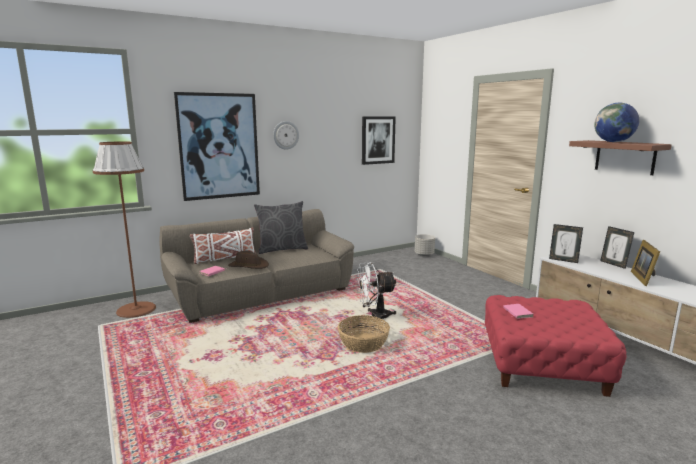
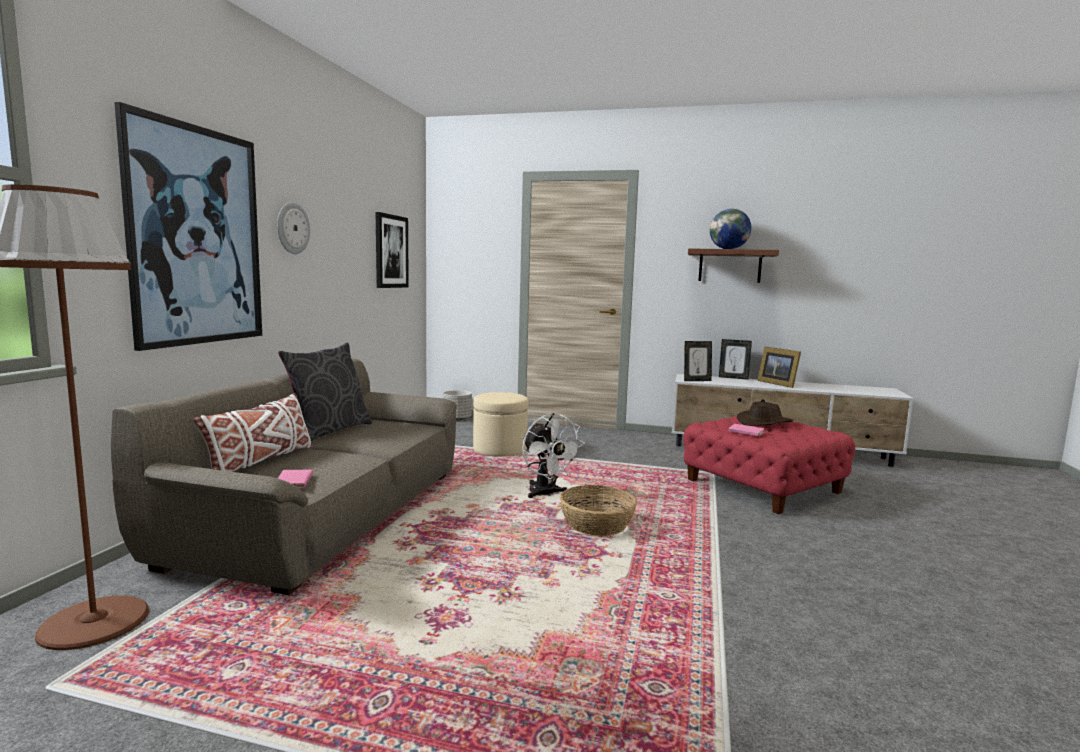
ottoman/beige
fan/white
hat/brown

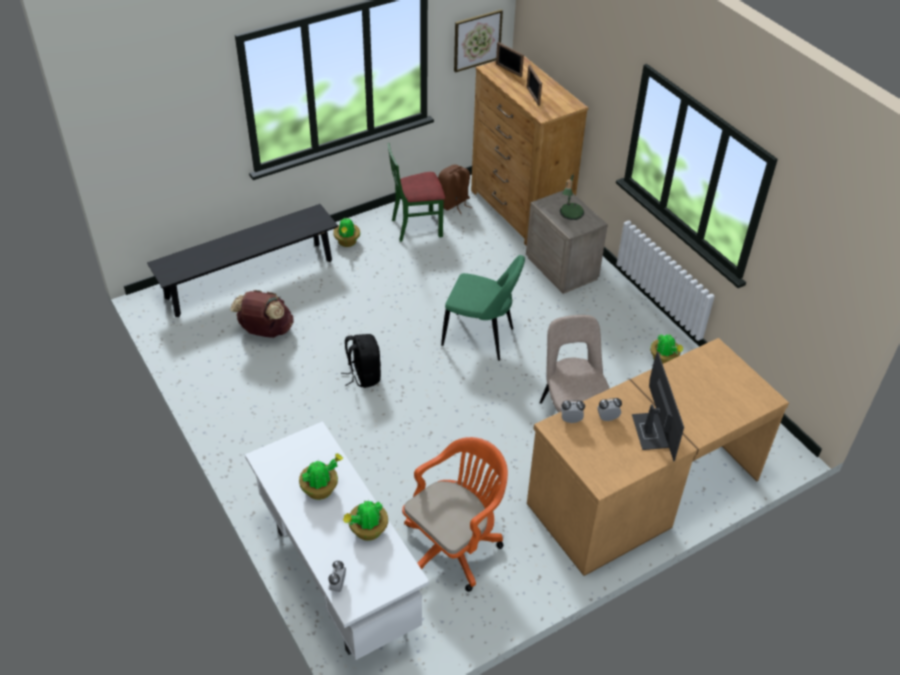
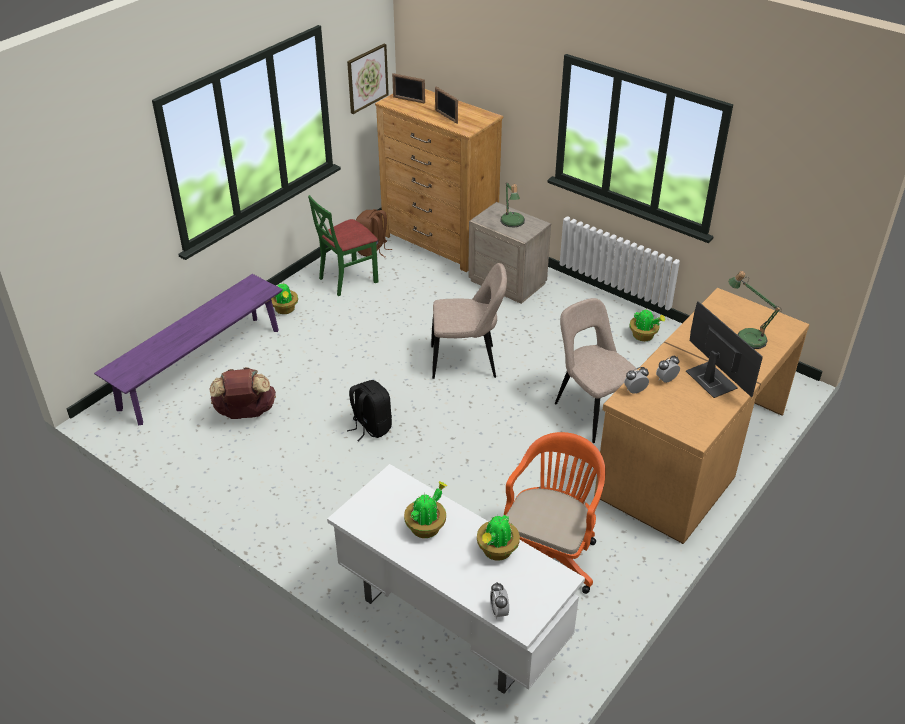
bench/purple
chair/beige (no. 1 from left)
table lamp (no. 2 from left)

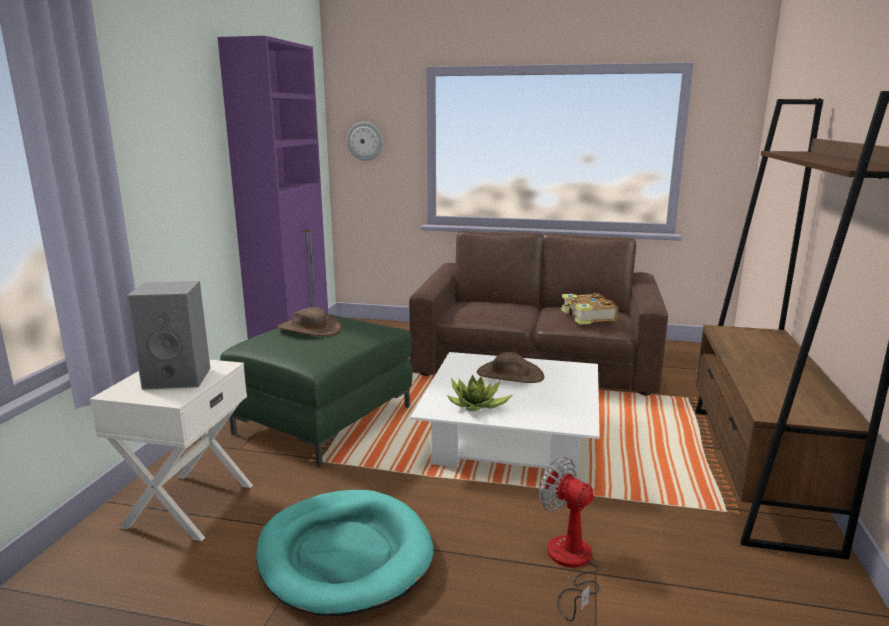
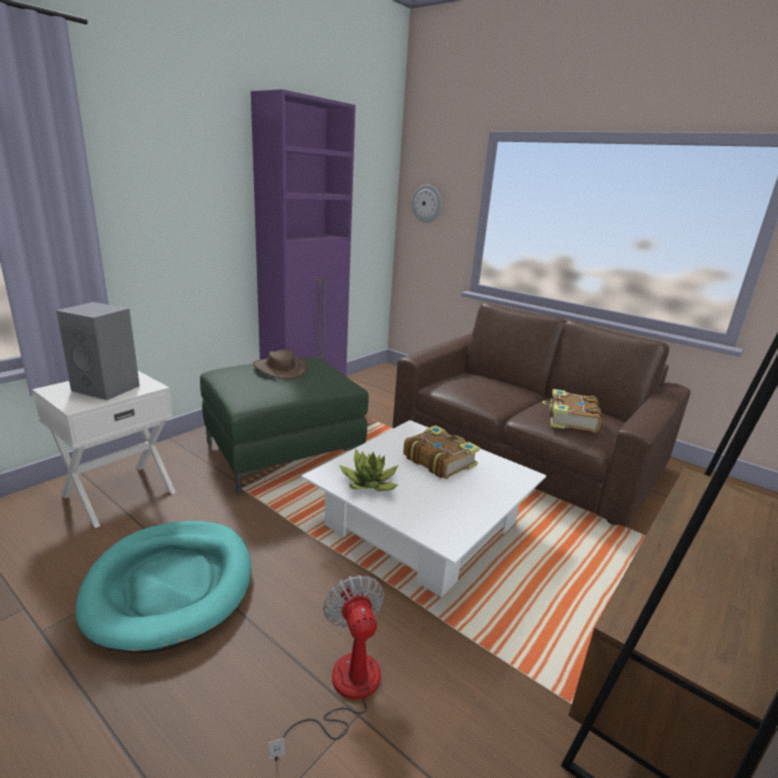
book (no. 1 from left)

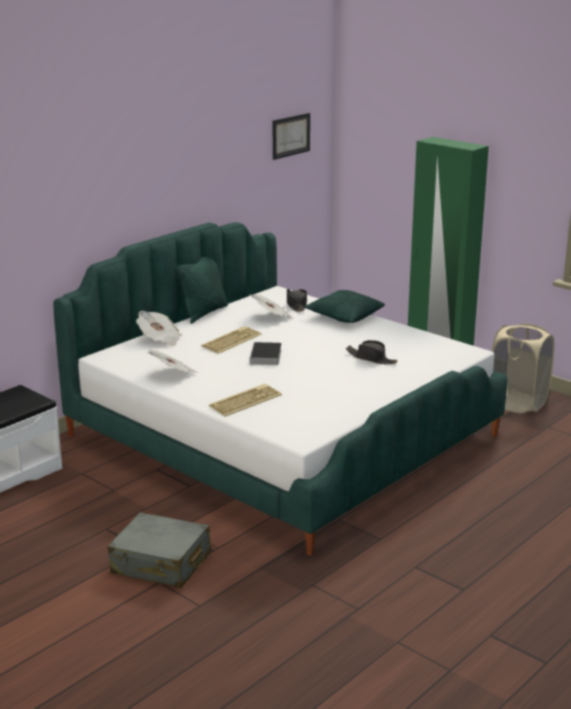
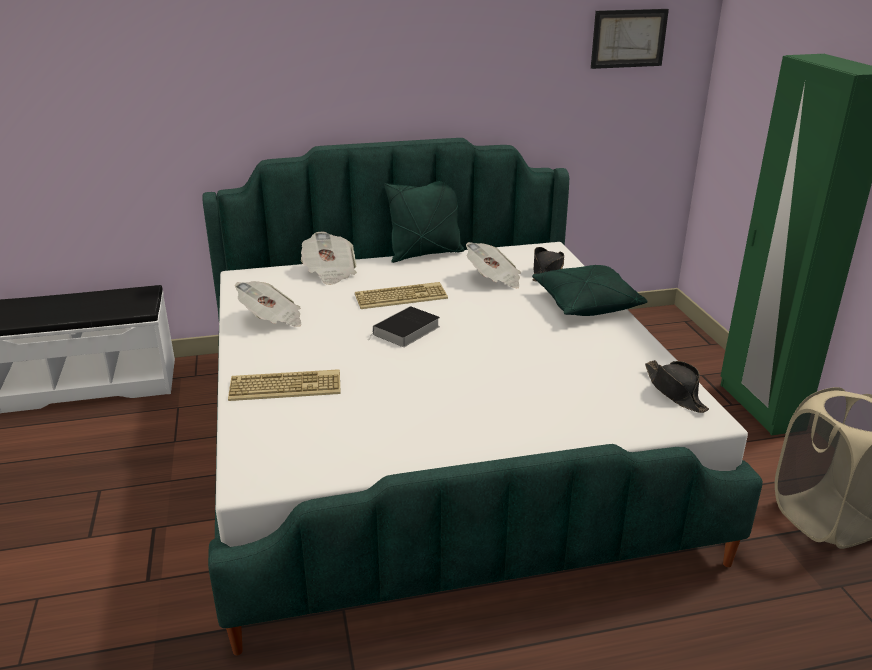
hat/black (no. 2 from left)
suitcase/grey

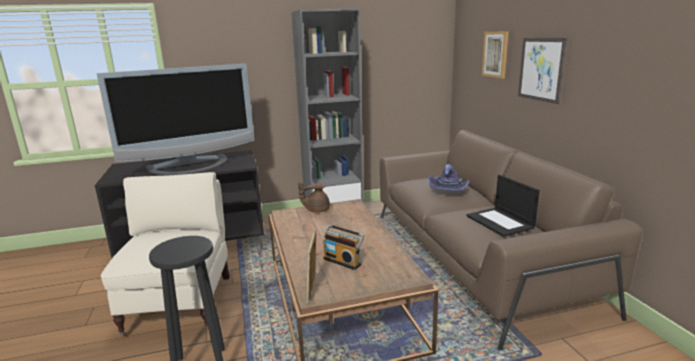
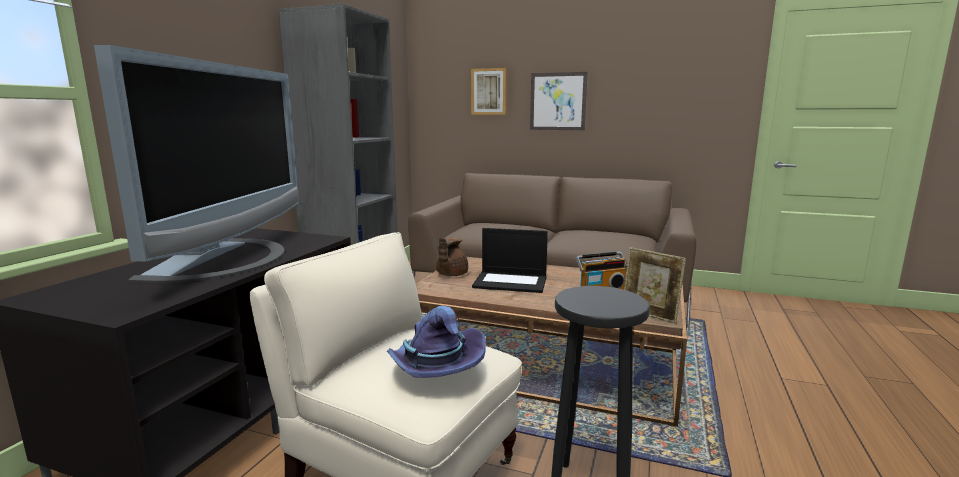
hat/purple
laptop

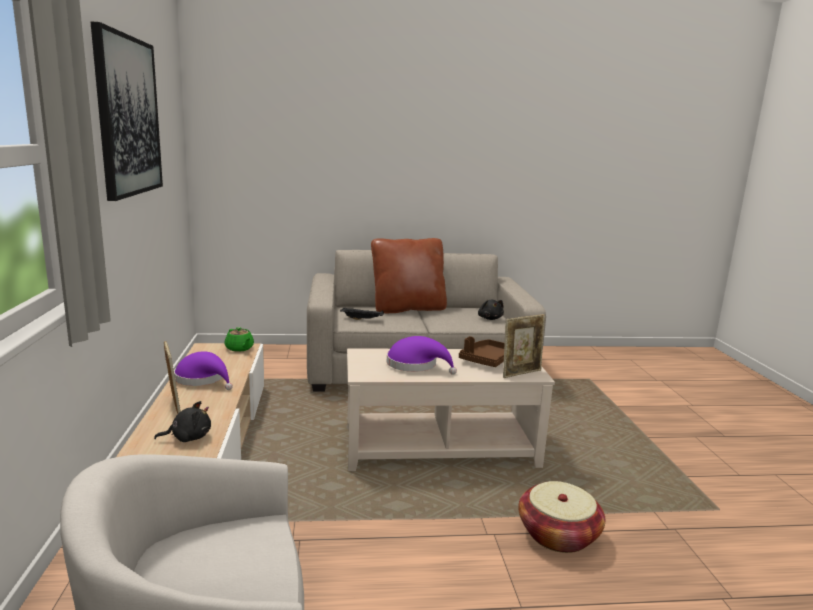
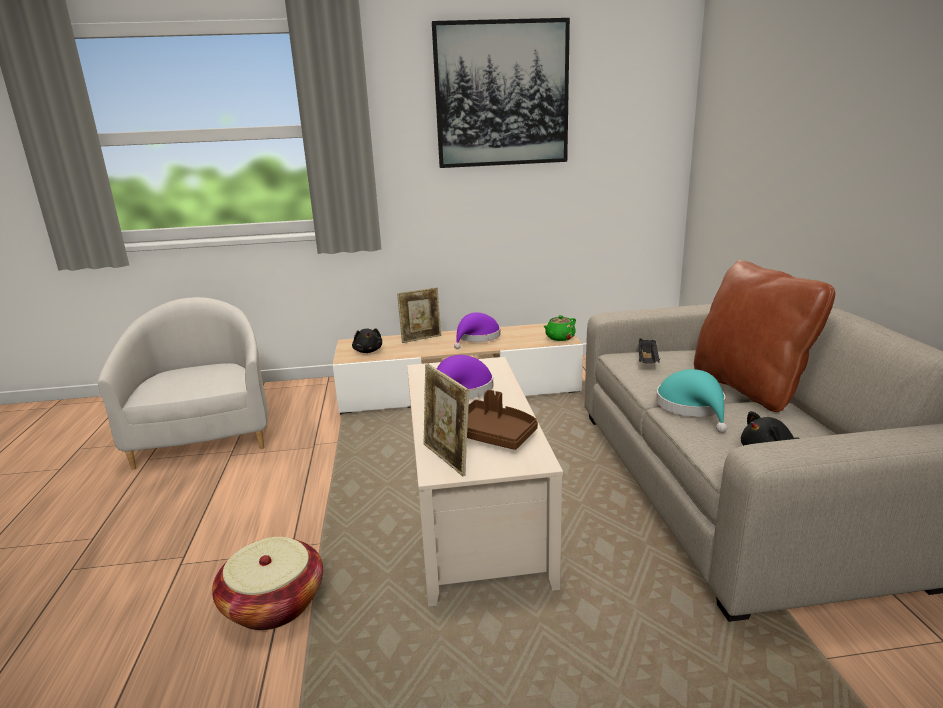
hat/turquoise

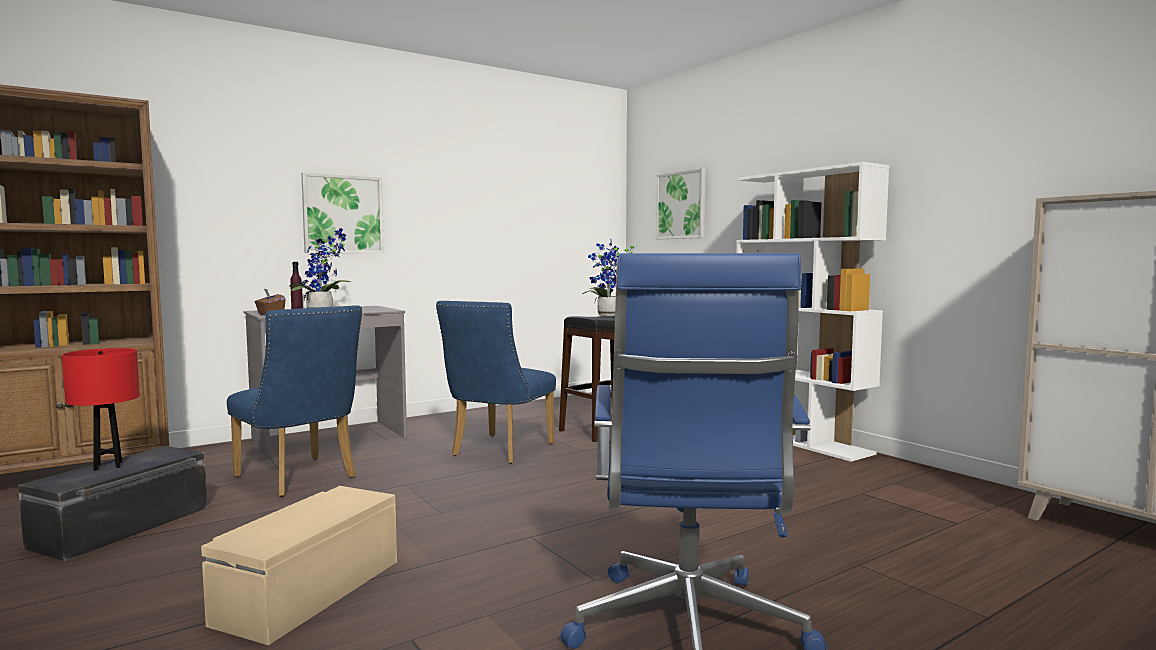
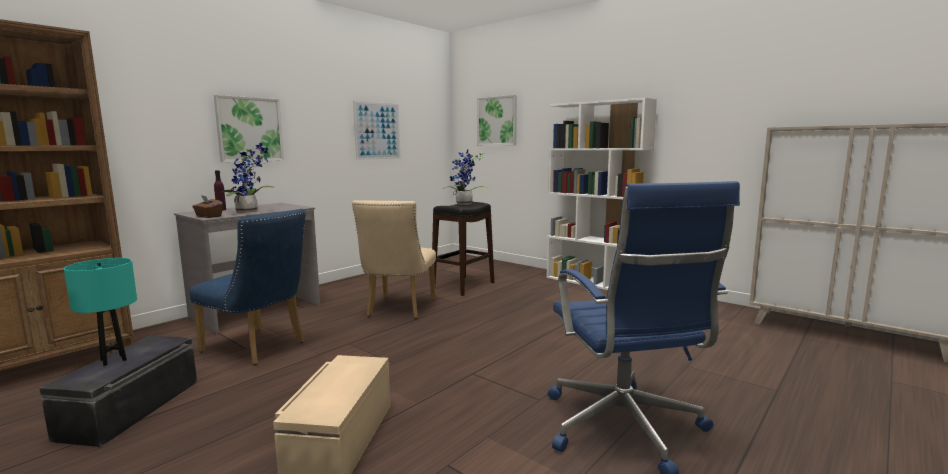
table lamp/turquoise
chair/beige
picture (no. 2 from left)

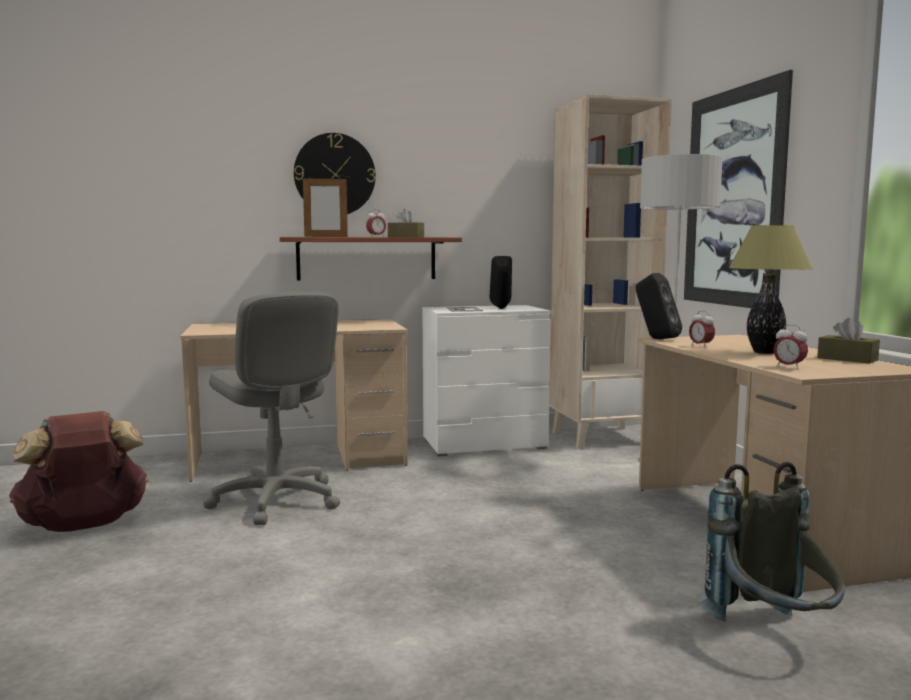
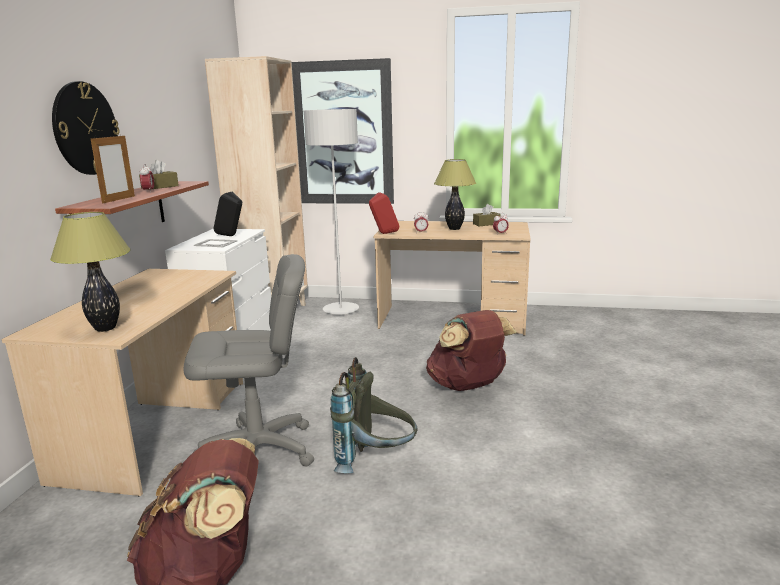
table lamp (no. 1 from left)
backpack/grey
speaker/red
backpack/brown (no. 2 from left)

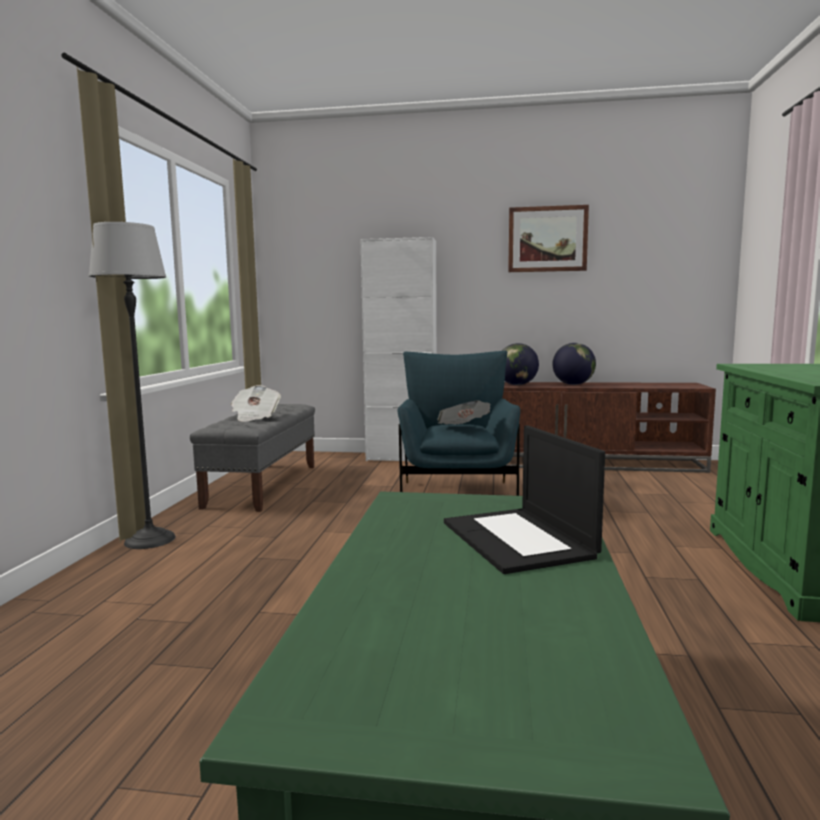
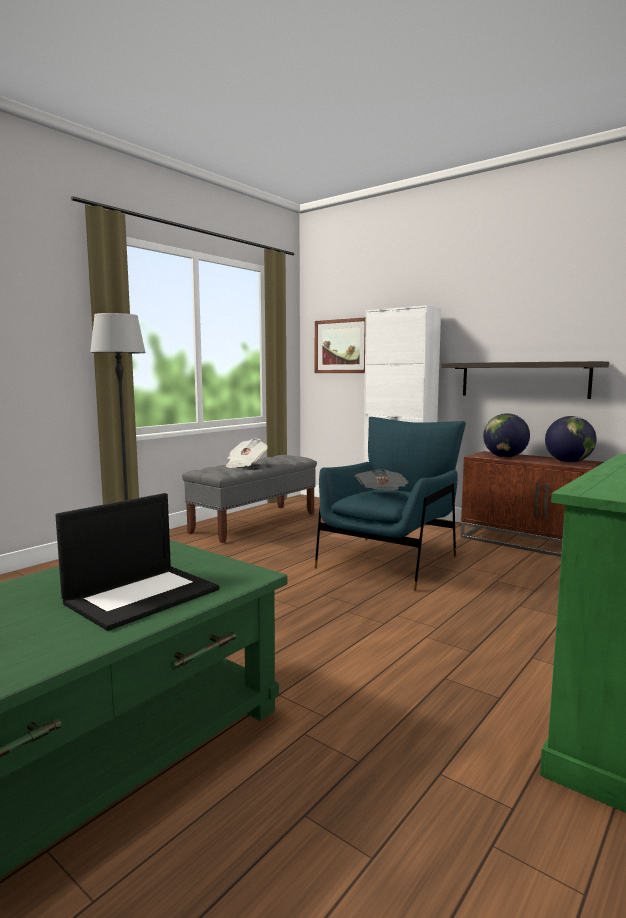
laptop
picture
shelf

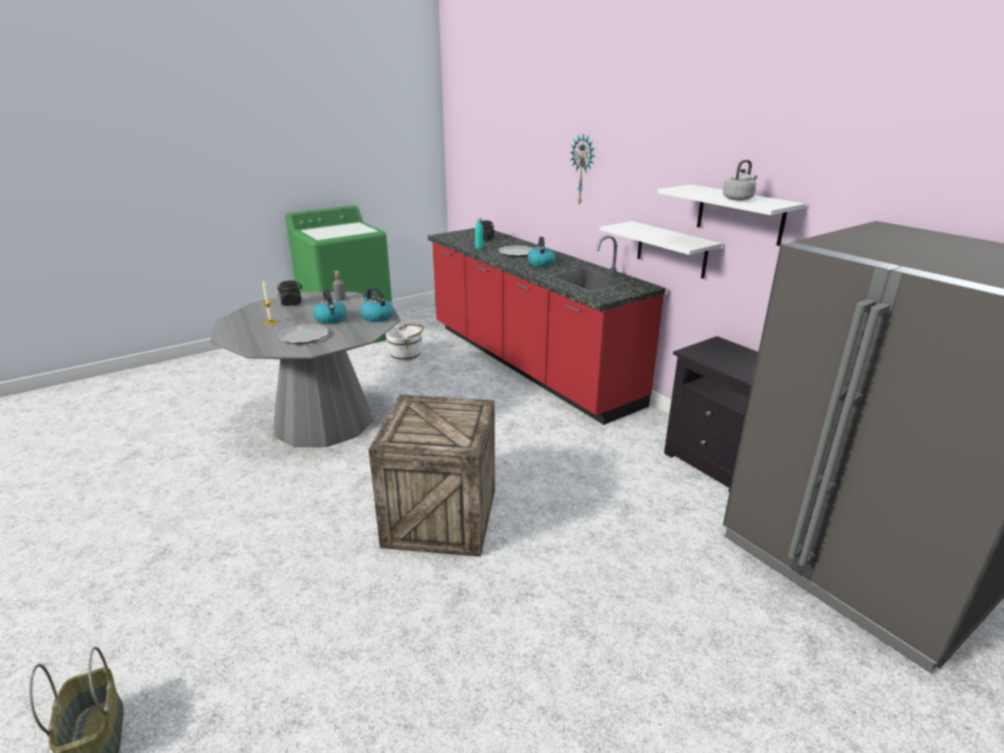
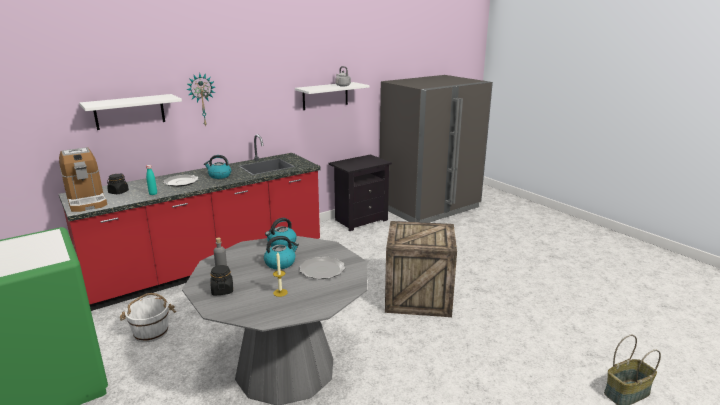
coffee machine
shelf/white (no. 1 from left)

